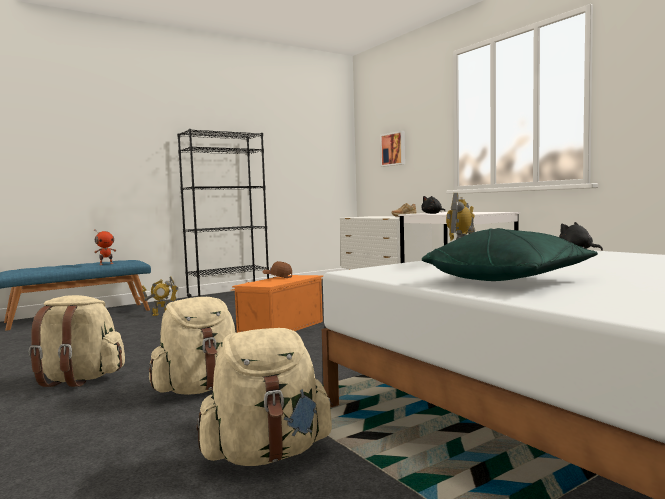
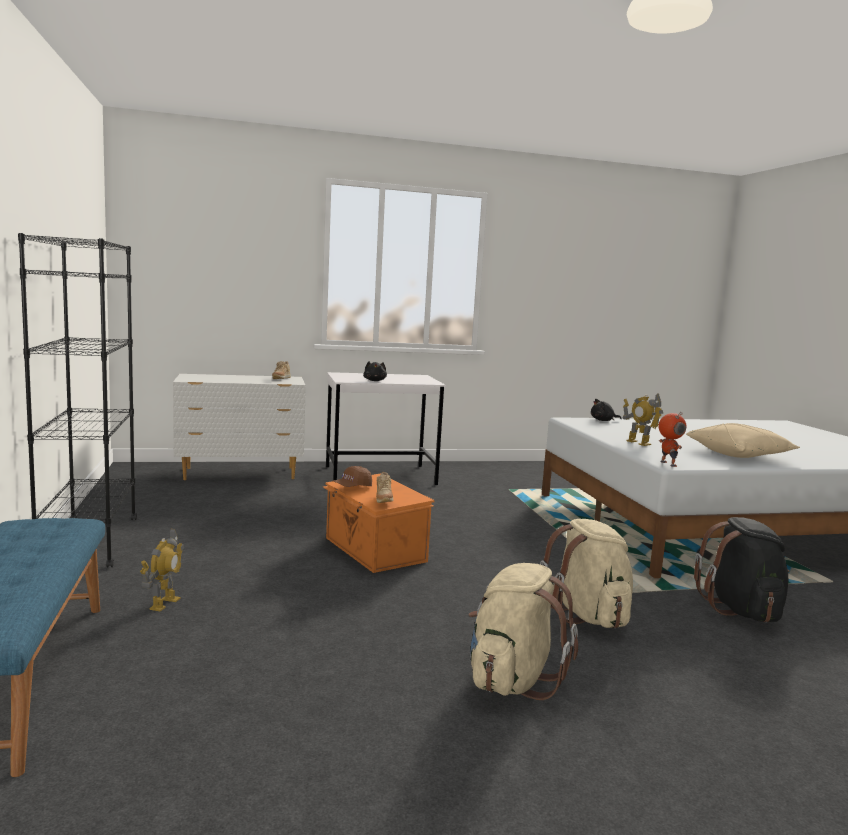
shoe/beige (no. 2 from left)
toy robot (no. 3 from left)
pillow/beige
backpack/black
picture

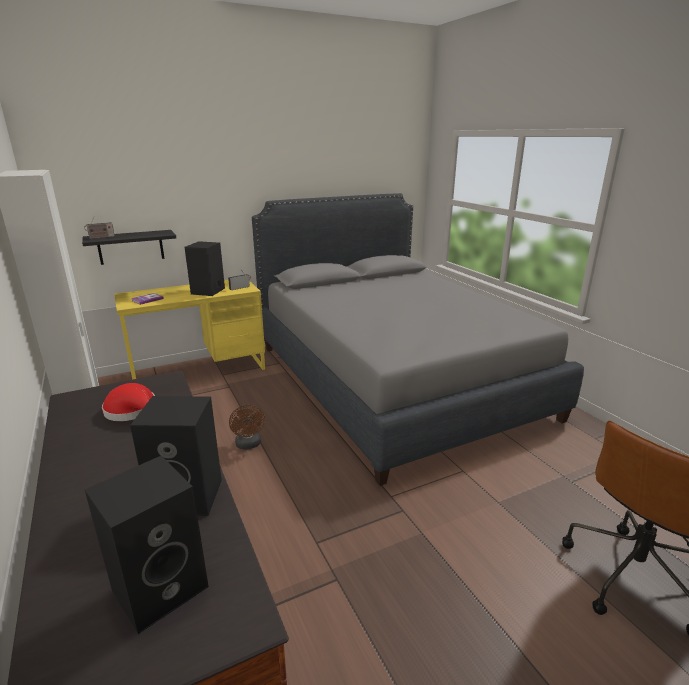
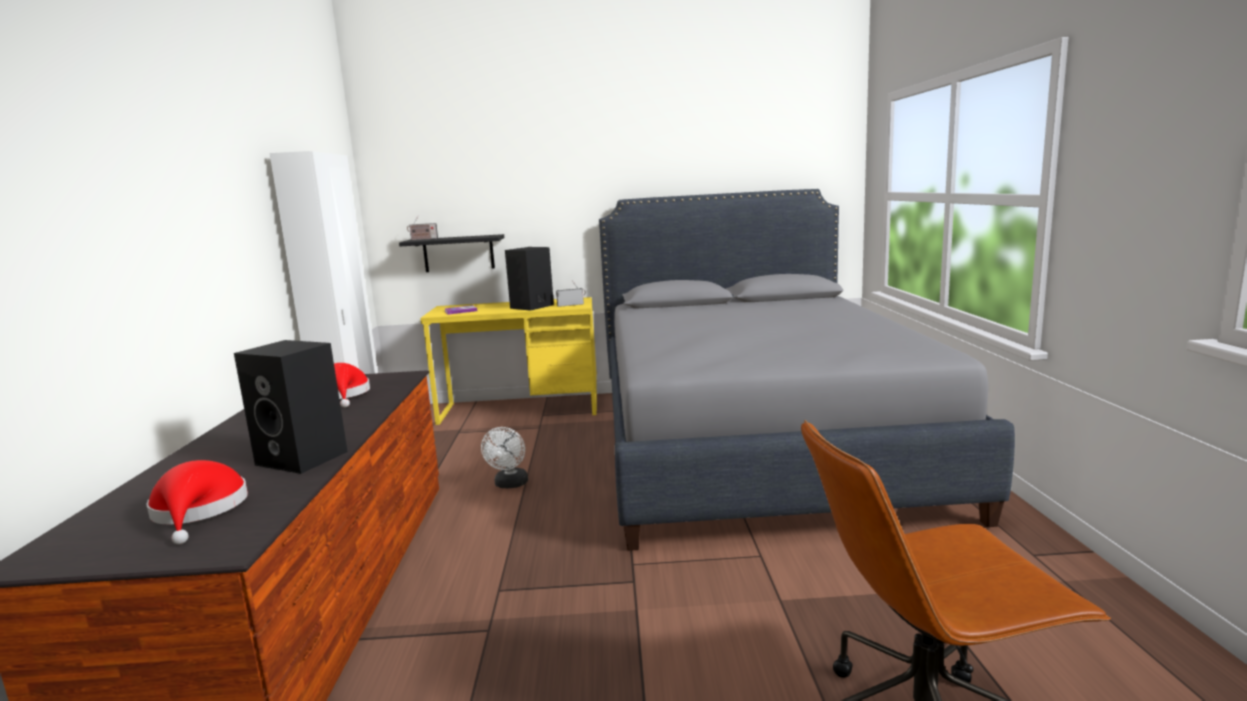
hat/red (no. 1 from left)
fan/white

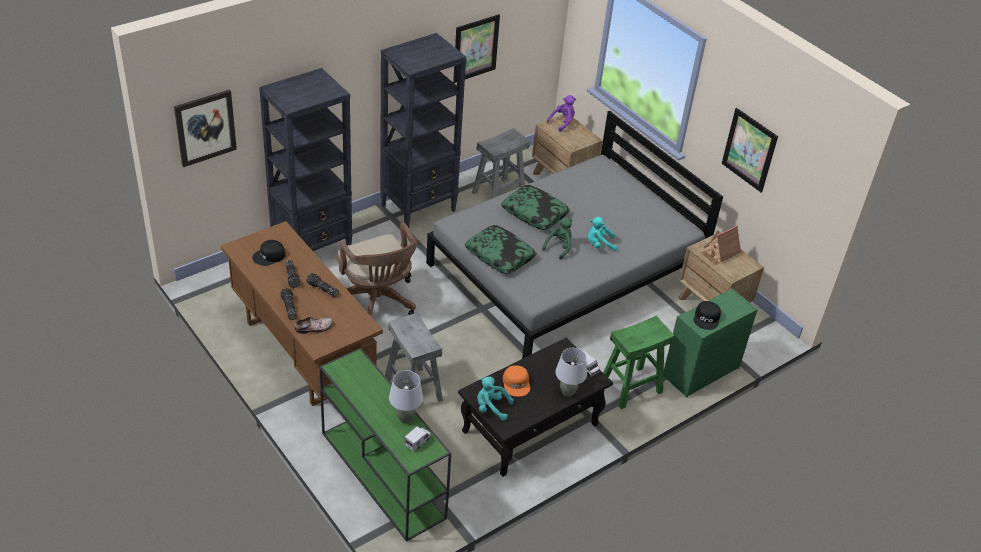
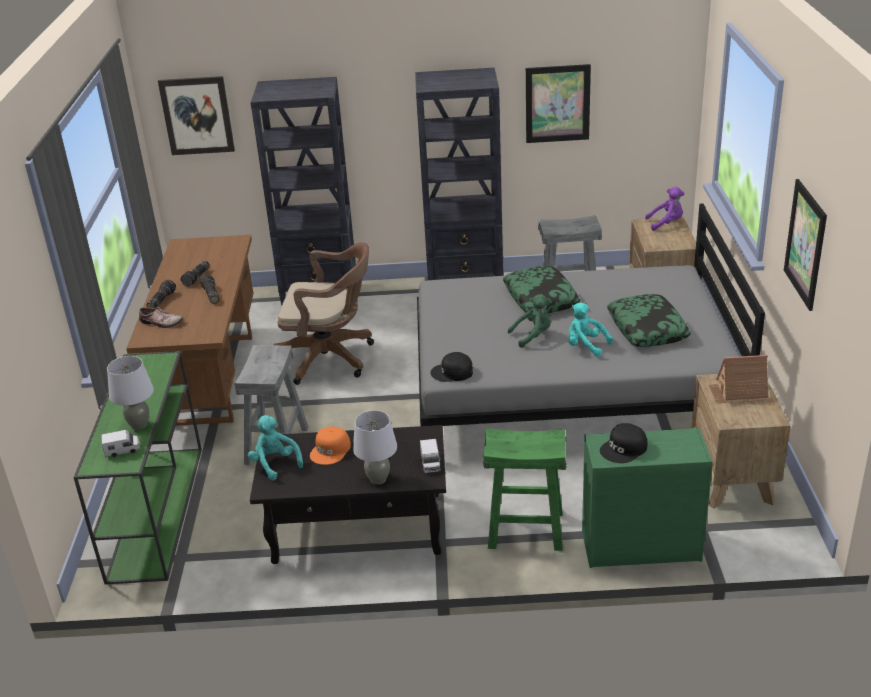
office chair/brown
cap/black (no. 1 from left)
pillow (no. 2 from left)

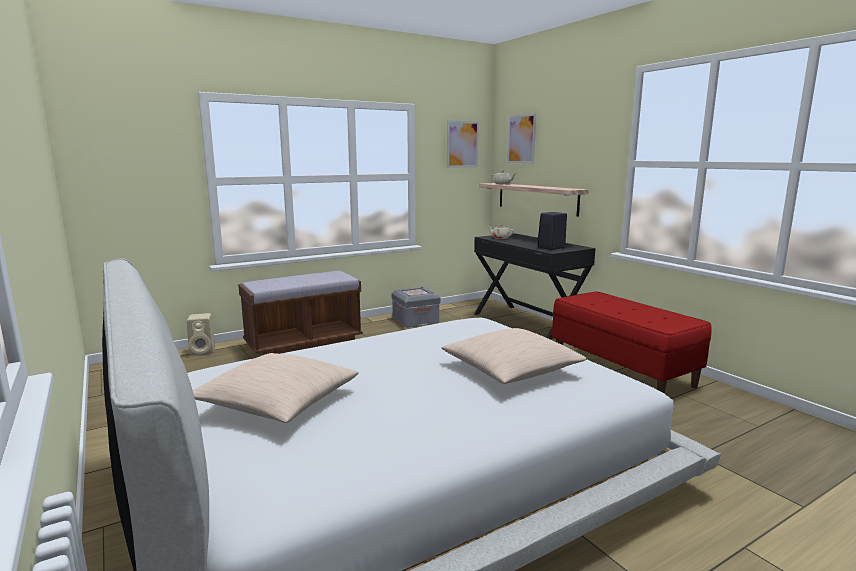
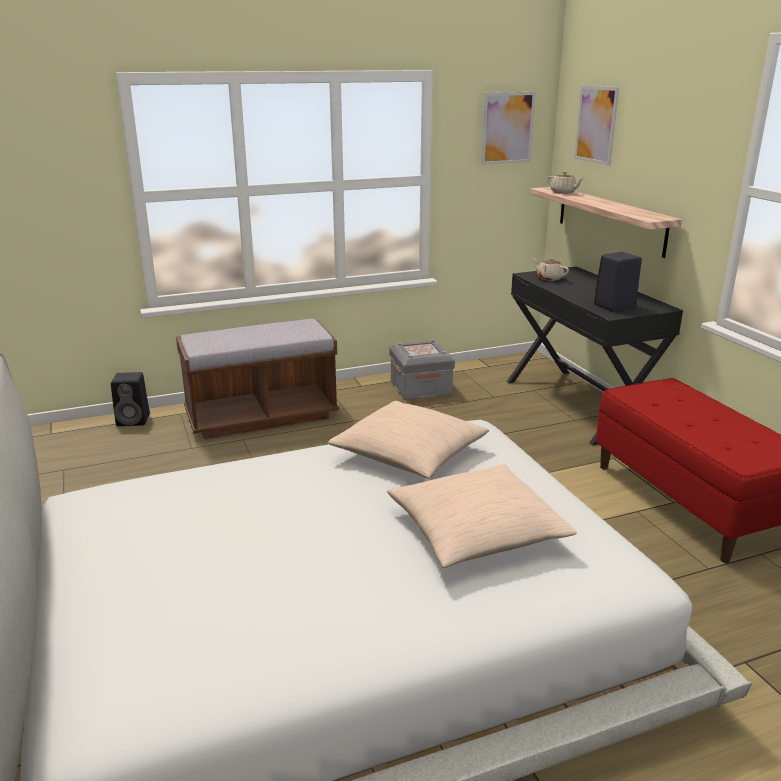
speaker/black (no. 1 from left)
pillow/beige (no. 1 from left)

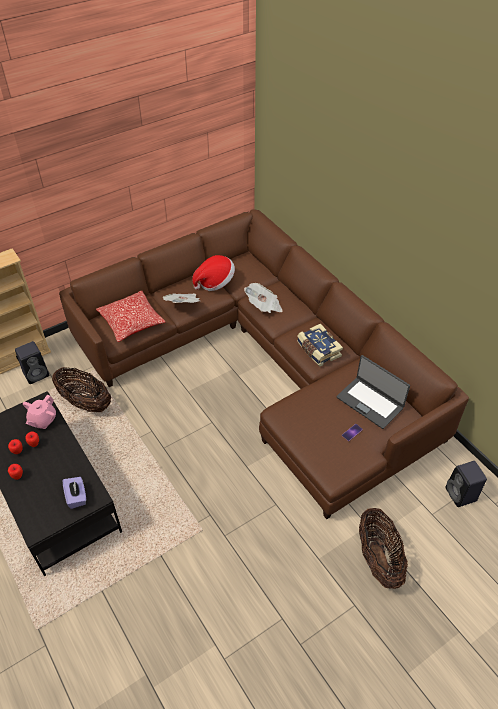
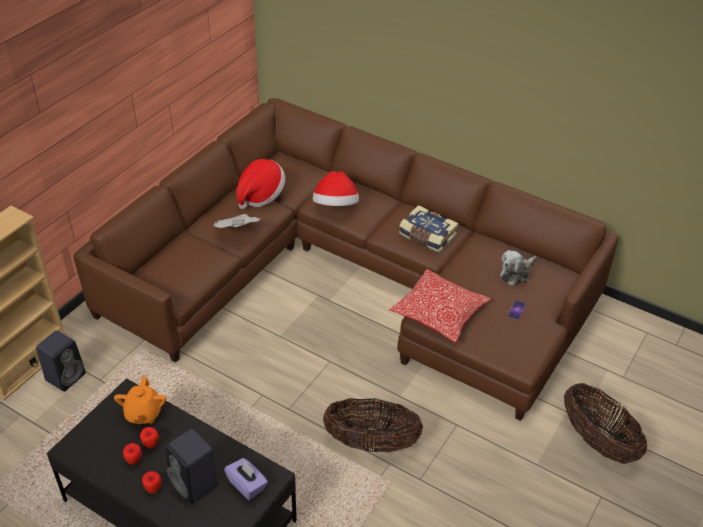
teapot/orange
speaker/black (no. 2 from left)
hat (no. 2 from left)
basket (no. 1 from left)
pillow
plush toy

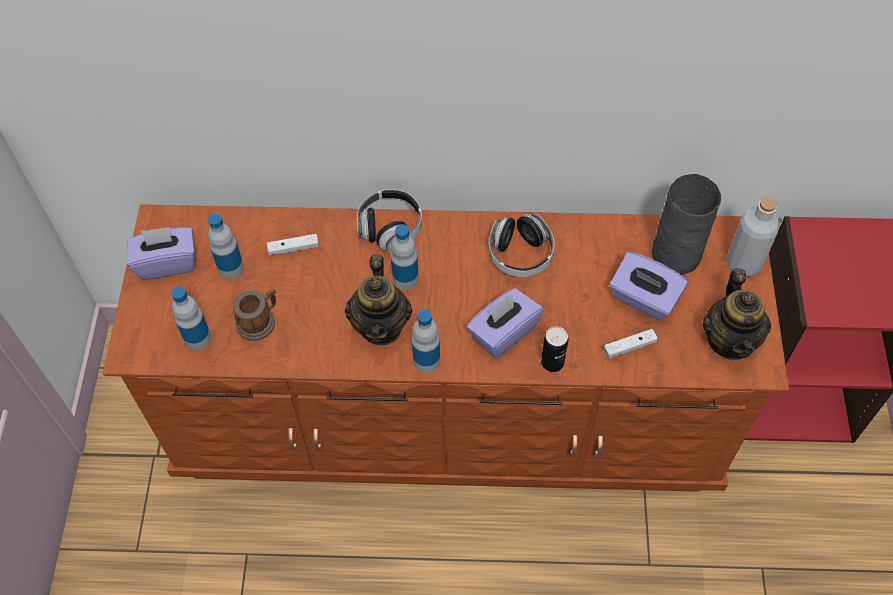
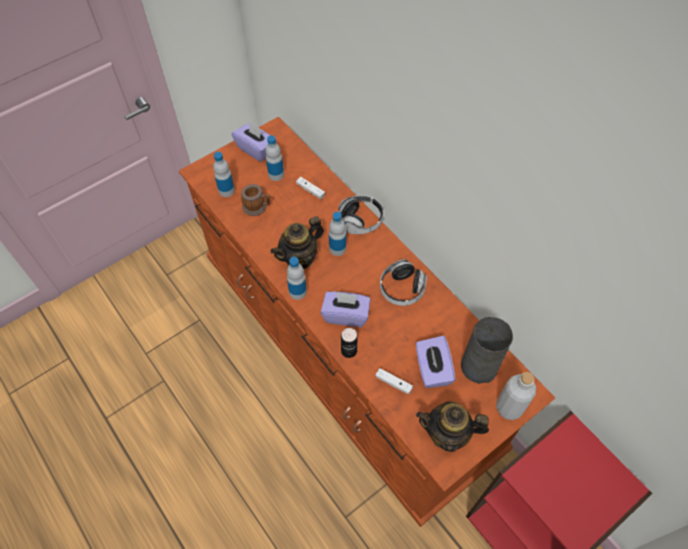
teapot (no. 2 from left)

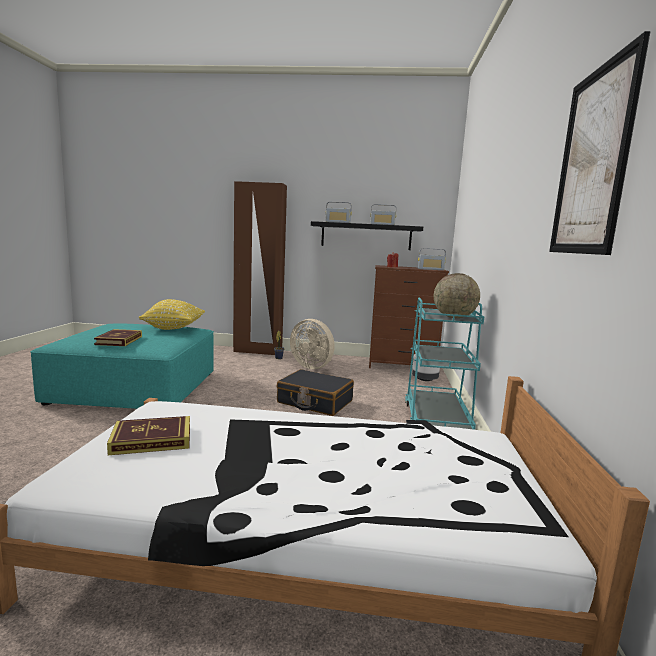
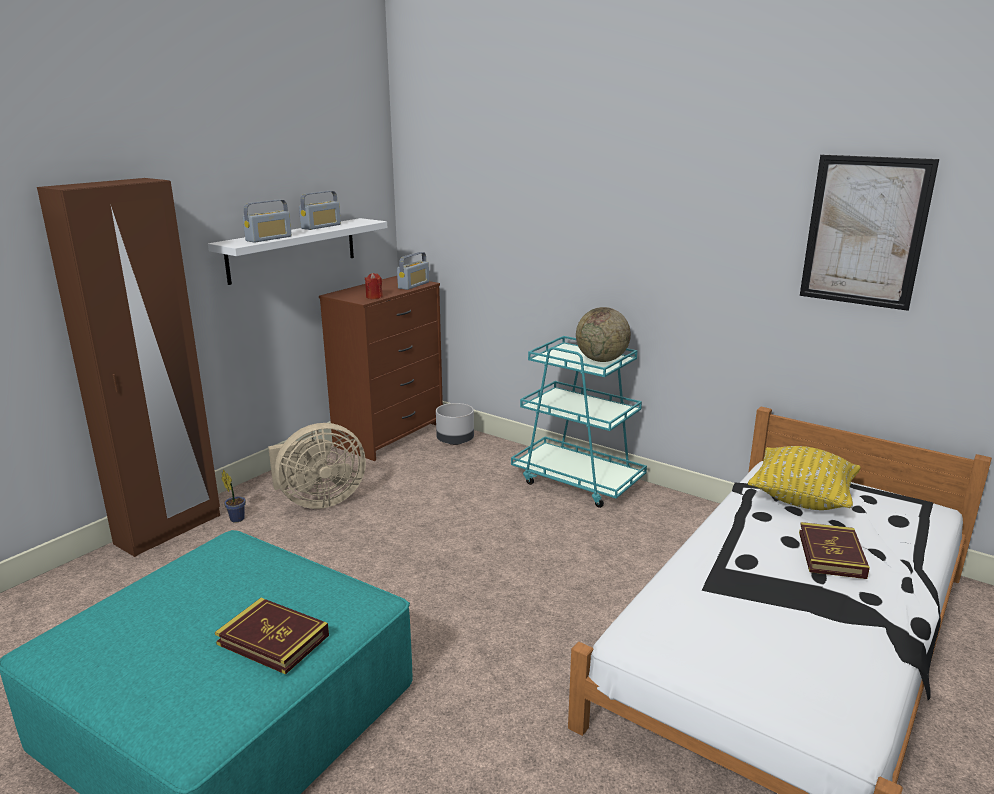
shelf/white
pillow/yellow
book (no. 2 from left)
suitcase/black

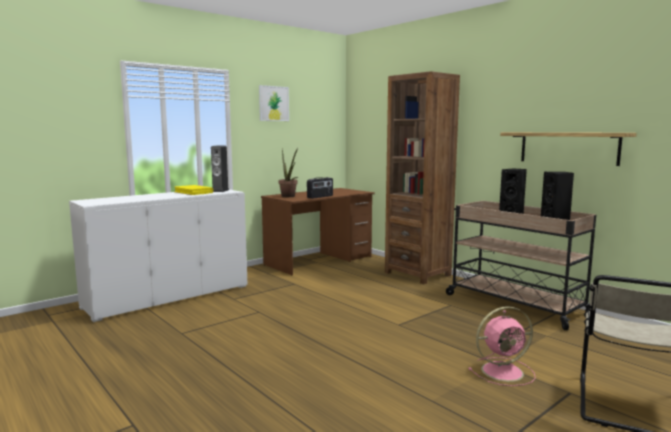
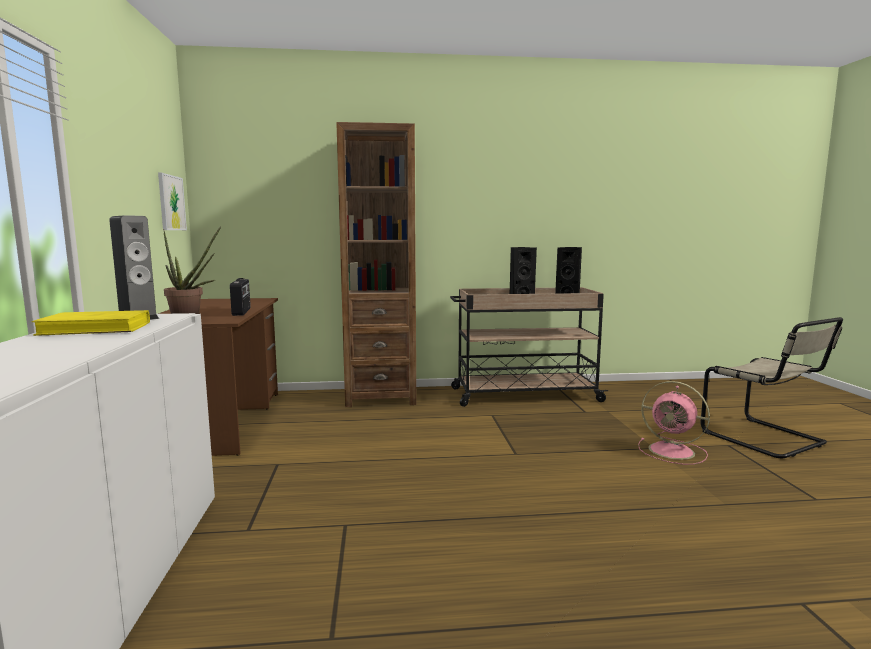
picture
fan/pink
shelf

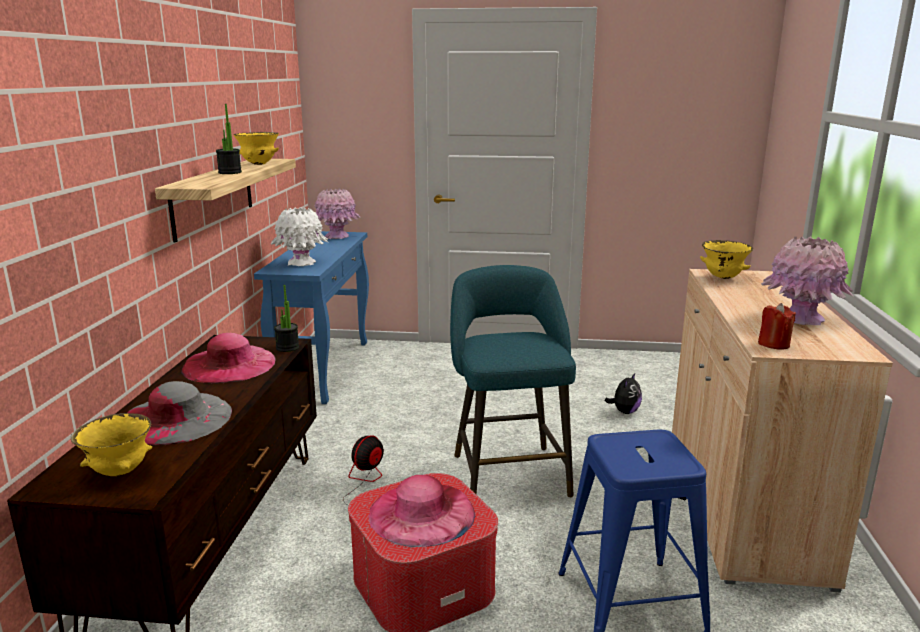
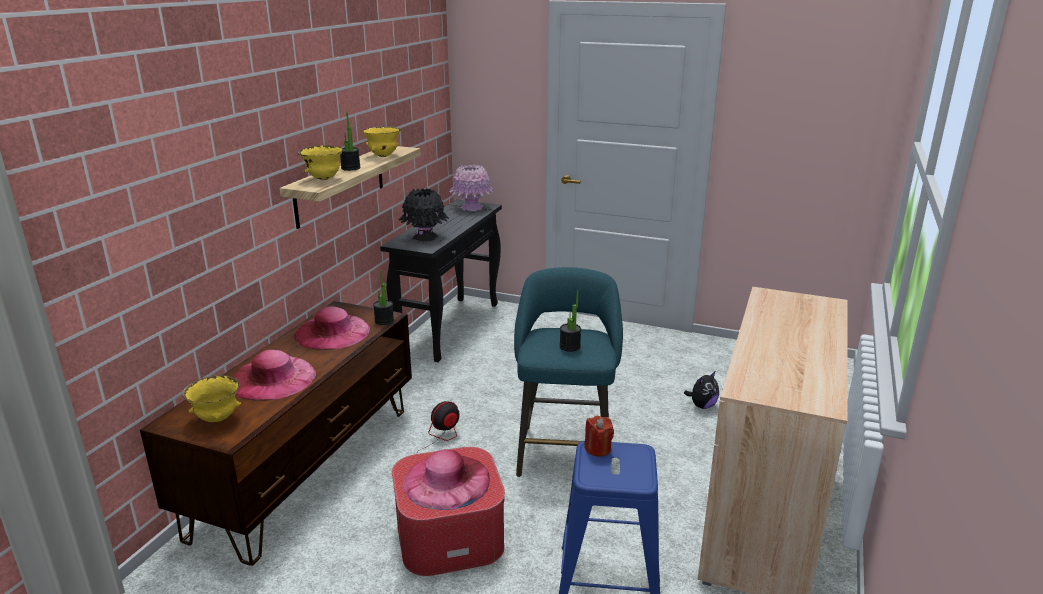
hat/pink (no. 1 from left)
bowl/yellow (no. 2 from left)
console table/black
vase/black
potted plant (no. 3 from left)
candle/red
vase/pink (no. 2 from left in the first image)

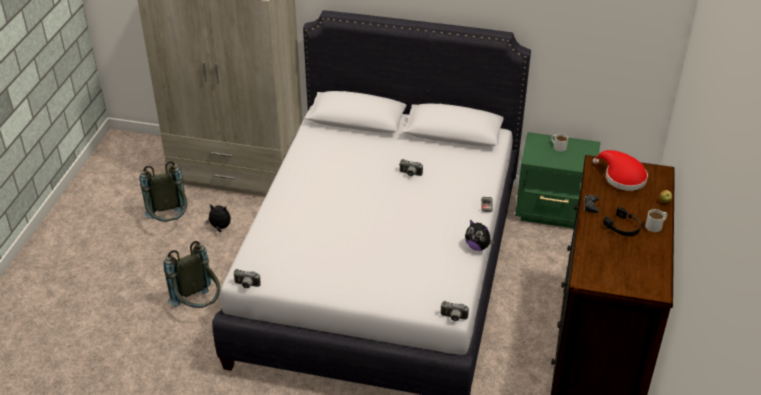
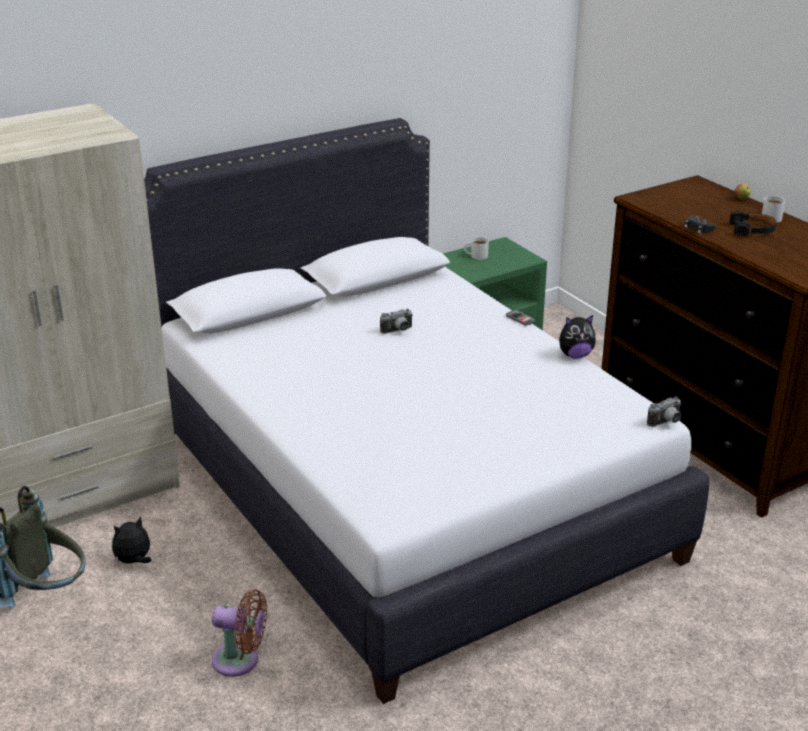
fan/brown
photo camera (no. 1 from left in the first image)
hat/red

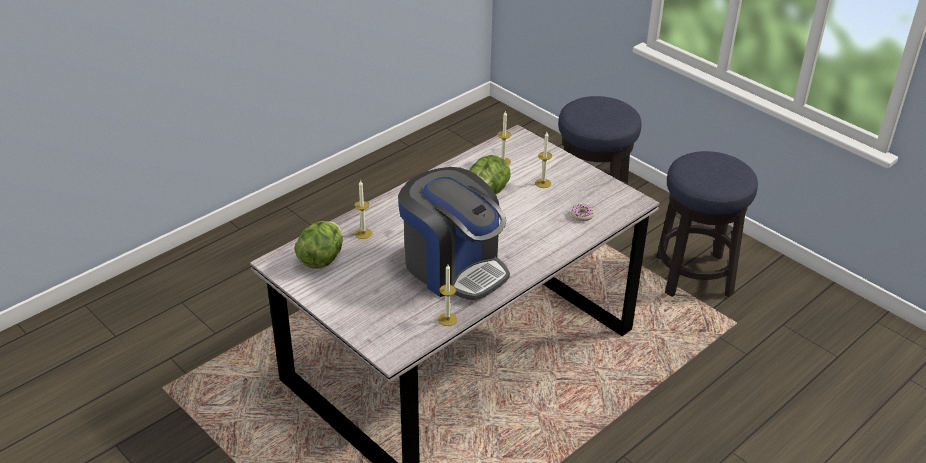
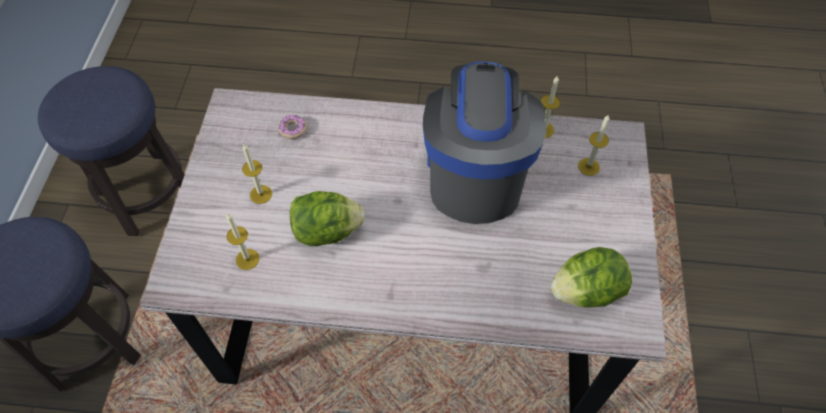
candle (no. 4 from left)

